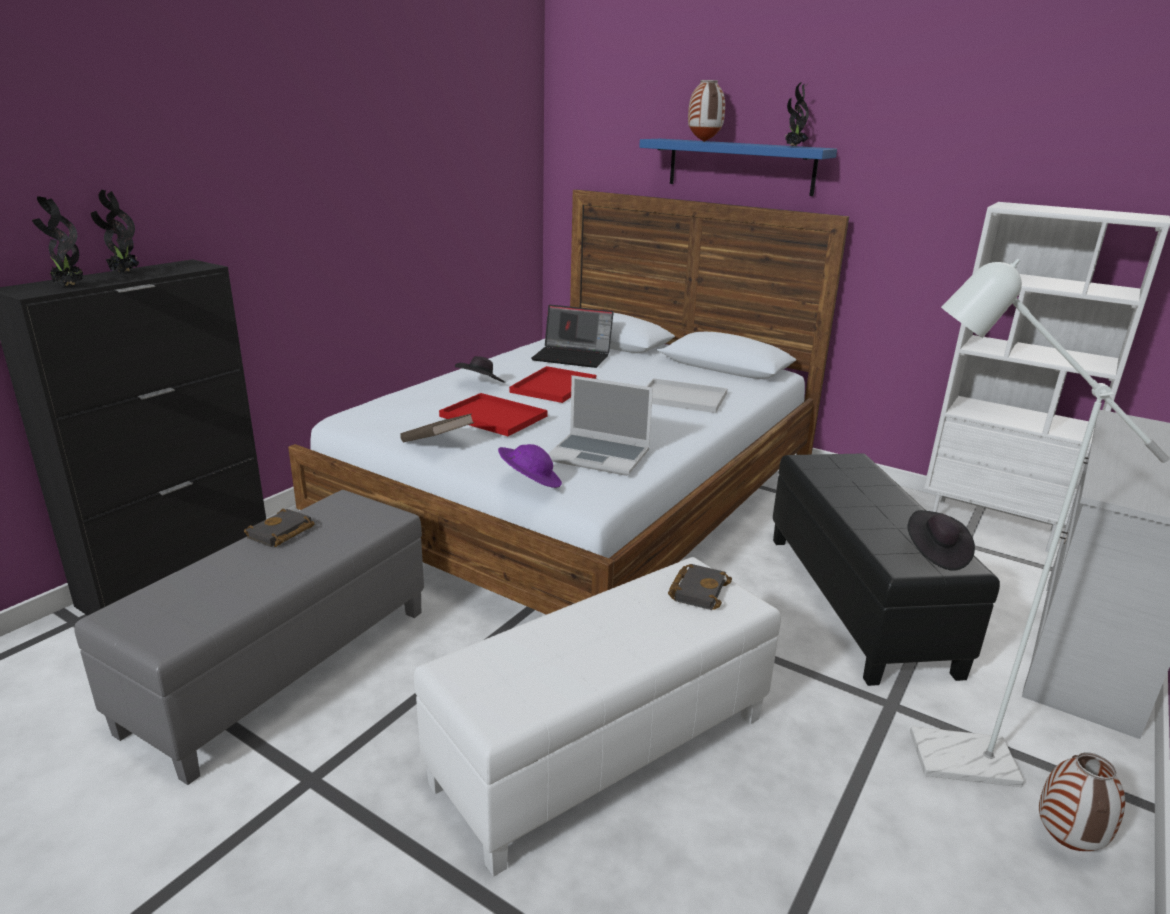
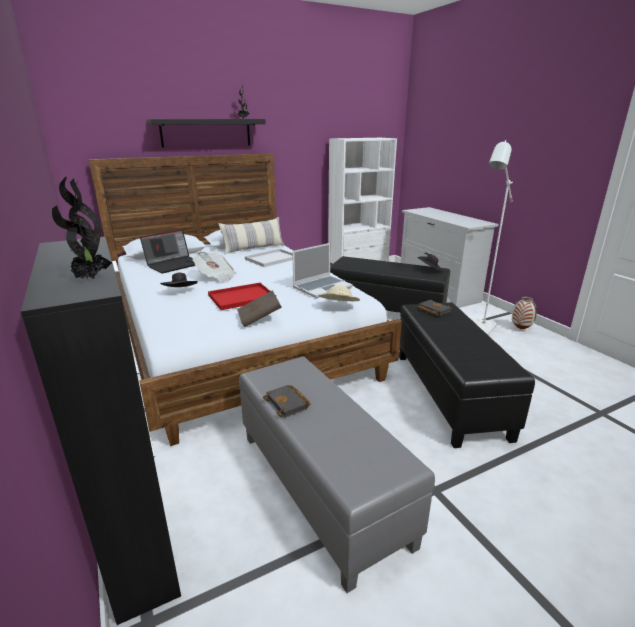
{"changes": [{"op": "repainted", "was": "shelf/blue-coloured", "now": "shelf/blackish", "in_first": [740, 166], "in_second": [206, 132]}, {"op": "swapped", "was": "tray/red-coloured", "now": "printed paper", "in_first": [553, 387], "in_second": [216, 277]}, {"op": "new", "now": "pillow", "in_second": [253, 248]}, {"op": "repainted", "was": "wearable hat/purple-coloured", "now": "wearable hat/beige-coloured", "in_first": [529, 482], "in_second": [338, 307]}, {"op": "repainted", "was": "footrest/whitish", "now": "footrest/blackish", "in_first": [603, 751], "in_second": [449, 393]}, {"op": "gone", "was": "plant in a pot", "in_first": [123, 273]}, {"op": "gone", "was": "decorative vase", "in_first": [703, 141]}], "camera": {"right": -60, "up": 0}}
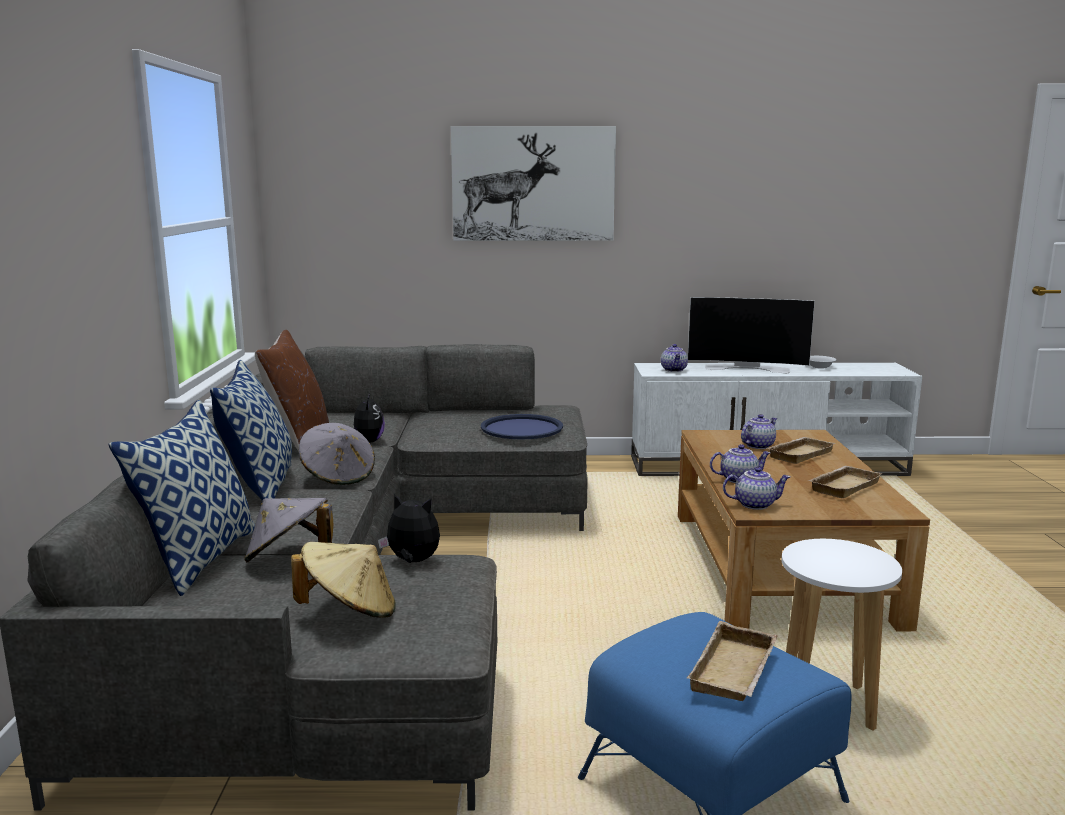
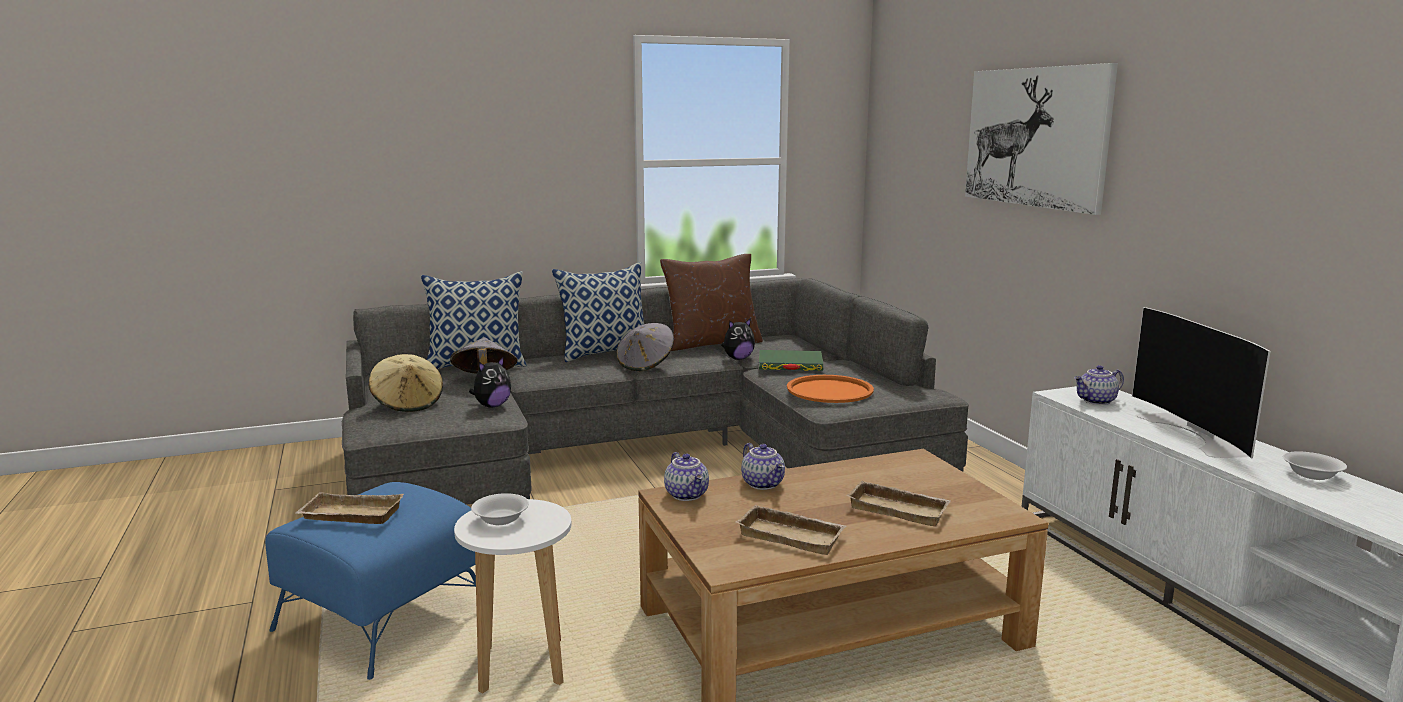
{"changes": [{"op": "rotated", "was": "plush toy", "in_first": [412, 561], "in_second": [492, 406], "clockwise": 45}, {"op": "new", "now": "bowl/whitish", "in_second": [501, 519]}, {"op": "new", "now": "book/greenish", "in_second": [790, 364]}, {"op": "repainted", "was": "tray/blue-coloured", "now": "tray/orangey", "in_first": [521, 428], "in_second": [829, 390]}, {"op": "gone", "was": "pot for tea", "in_first": [757, 445]}], "camera": {"right": 70, "up": 0}}
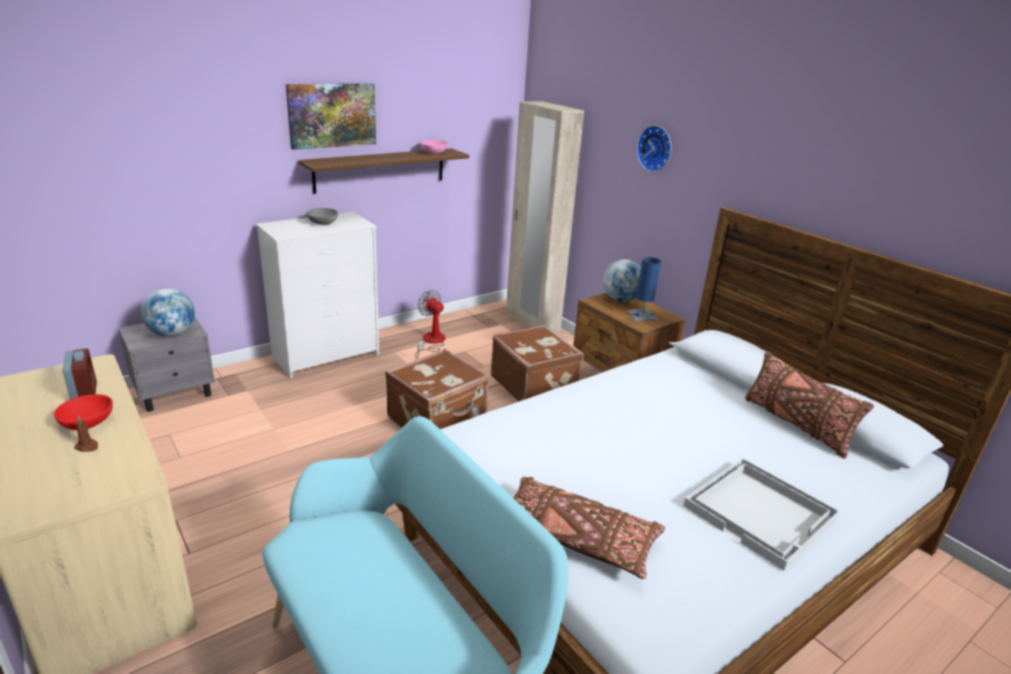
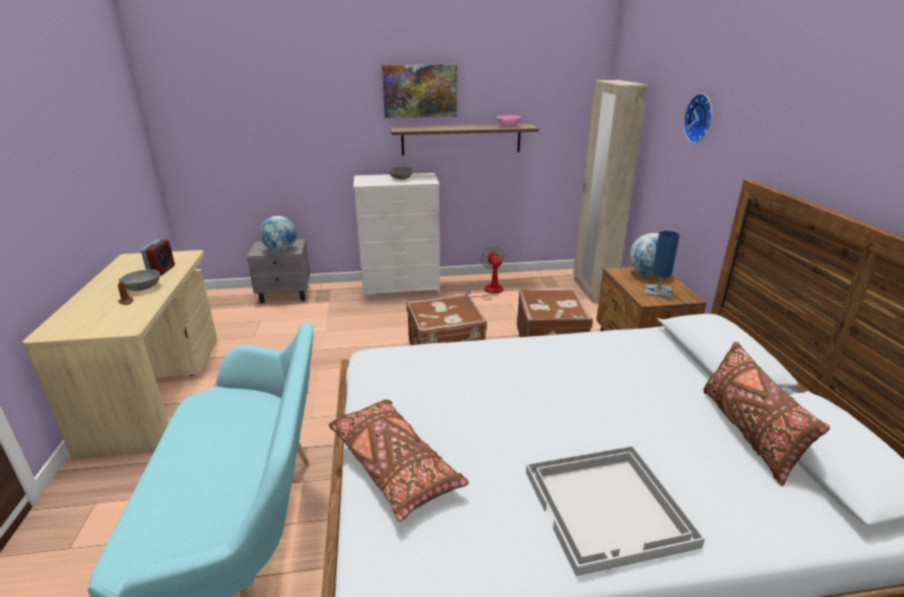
{"changes": [{"op": "repainted", "was": "bowl/red-coloured", "now": "bowl/gray", "in_first": [87, 422], "in_second": [142, 287]}], "camera": {"right": 30, "up": 0}}
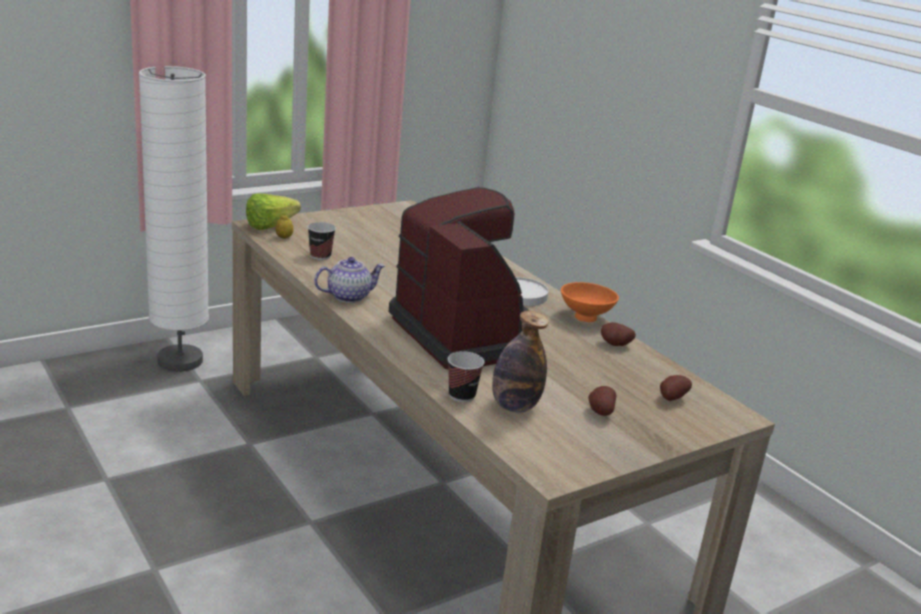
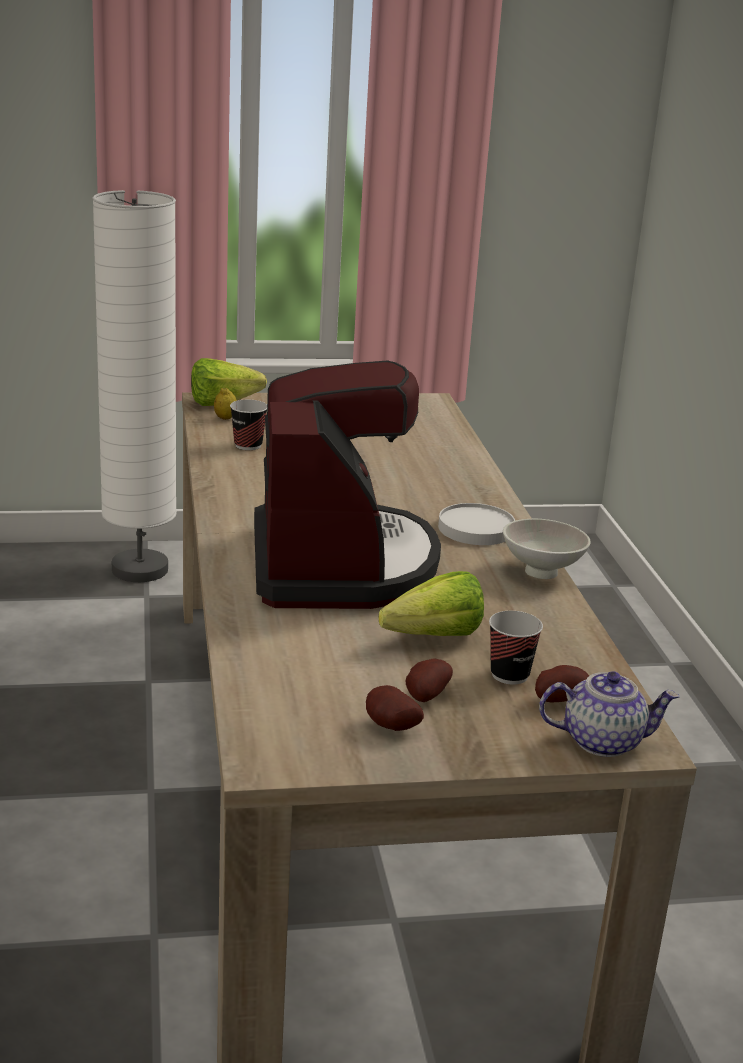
{"changes": [{"op": "shifted", "was": "spud", "in_first": [615, 345], "in_second": [390, 727]}, {"op": "new", "now": "head of lettuce", "in_second": [425, 638]}, {"op": "shifted", "was": "small cup", "in_first": [462, 395], "in_second": [509, 675]}, {"op": "repainted", "was": "bowl/orangey", "now": "bowl/whitish", "in_first": [584, 317], "in_second": [540, 571]}, {"op": "shifted", "was": "pot for tea", "in_first": [349, 296], "in_second": [603, 741]}, {"op": "gone", "was": "beverage bottle", "in_first": [514, 406]}], "camera": {"right": 25, "up": 0}}
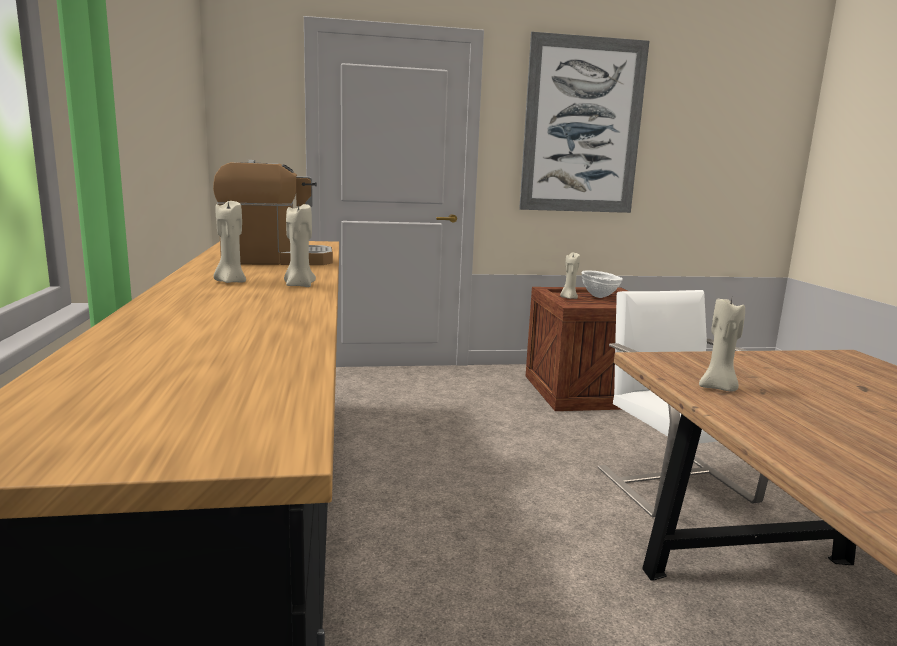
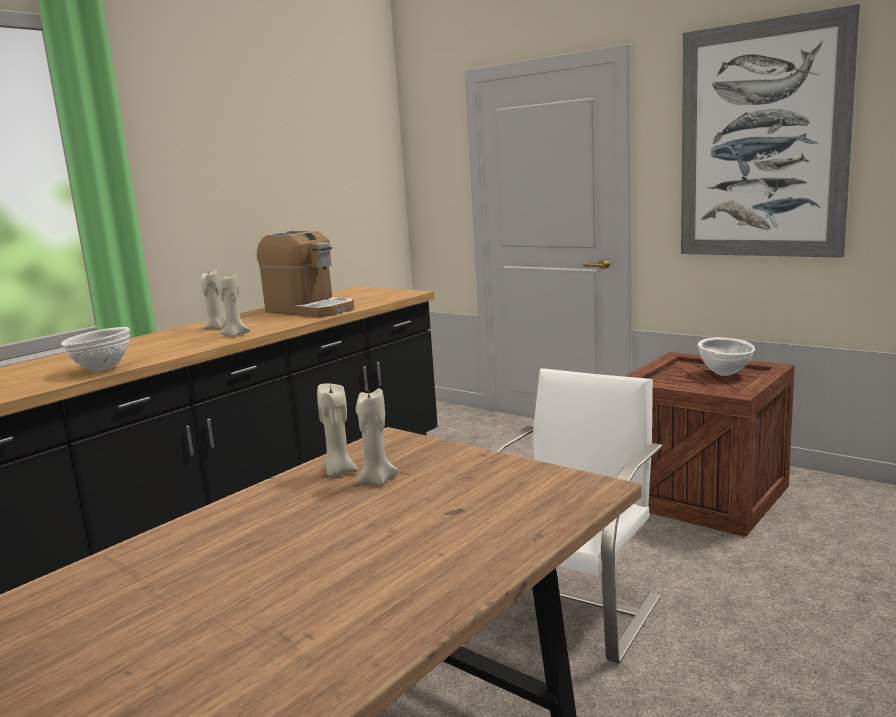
{"changes": [{"op": "new", "now": "bowl/whitish", "in_second": [102, 370]}, {"op": "shifted", "was": "wax candle/beige-coloured", "in_first": [568, 298], "in_second": [376, 480]}], "camera": {"right": 50, "up": 0}}
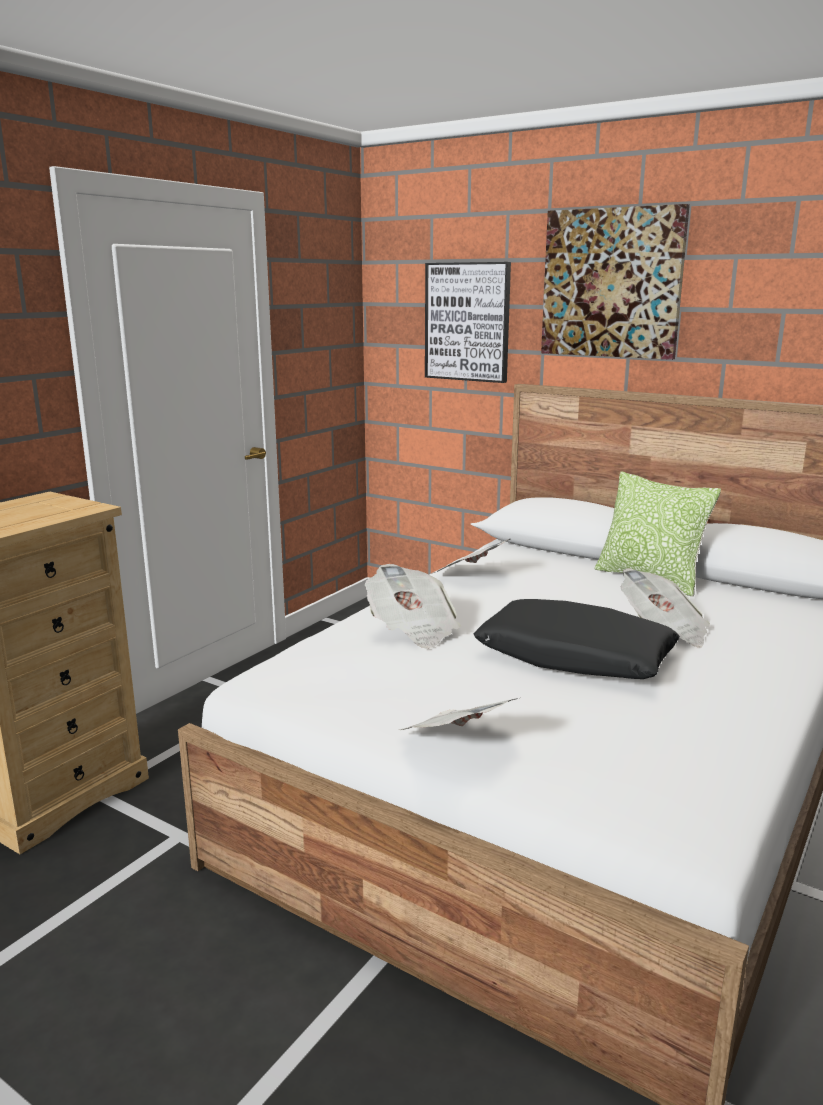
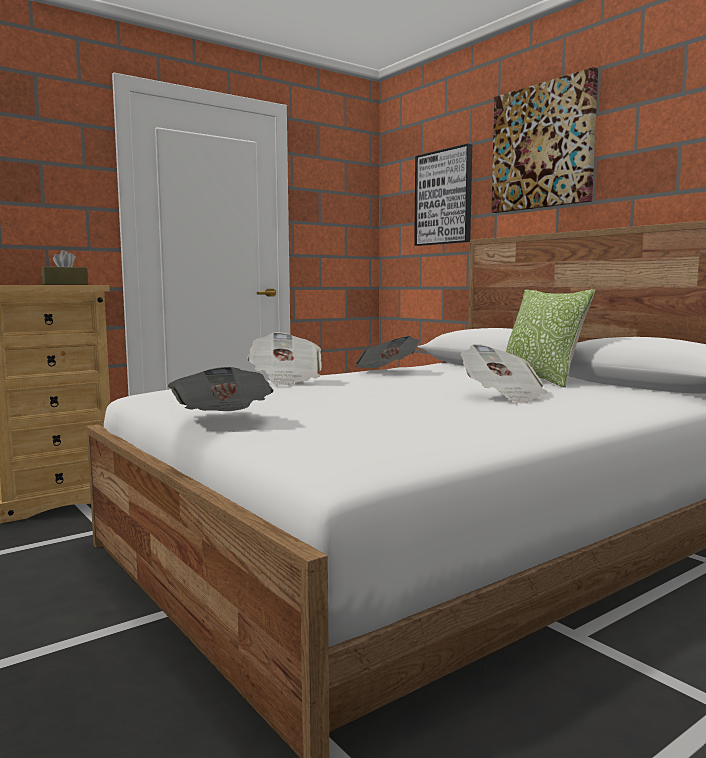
{"changes": [{"op": "new", "now": "box of tissues/brown", "in_second": [65, 284]}, {"op": "gone", "was": "pillow/blackish", "in_first": [575, 657]}], "camera": {"right": 20, "up": -10}}
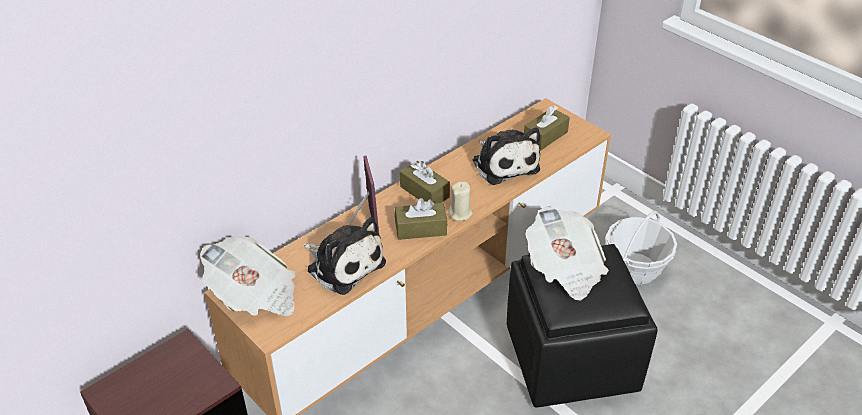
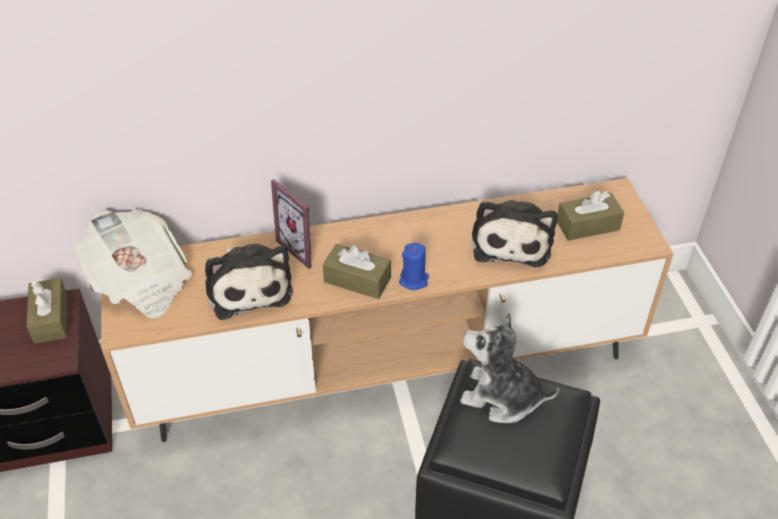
{"changes": [{"op": "shifted", "was": "box of tissues/brown", "in_first": [424, 192], "in_second": [51, 318]}, {"op": "rotated", "was": "photo frame", "in_first": [362, 222], "in_second": [304, 247], "clockwise": 120}, {"op": "repainted", "was": "wax candle/beige-coloured", "now": "wax candle/blue-coloured", "in_first": [460, 214], "in_second": [414, 280]}, {"op": "swapped", "was": "printed paper", "now": "plush toy", "in_first": [565, 269], "in_second": [501, 397]}, {"op": "gone", "was": "household basket", "in_first": [635, 268]}], "camera": {"right": 30, "up": 5}}
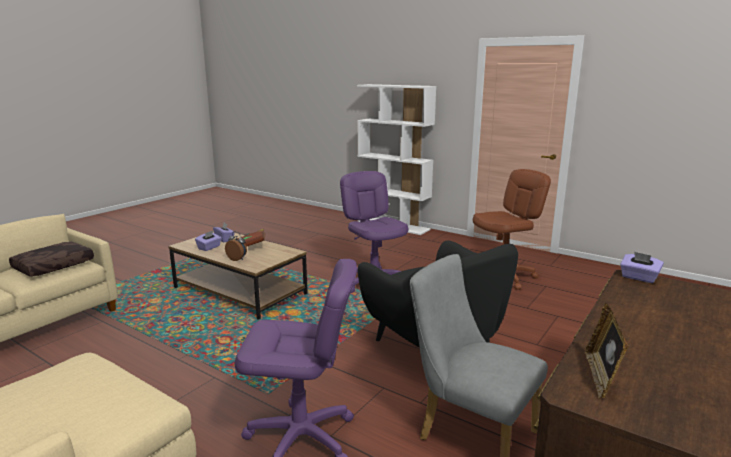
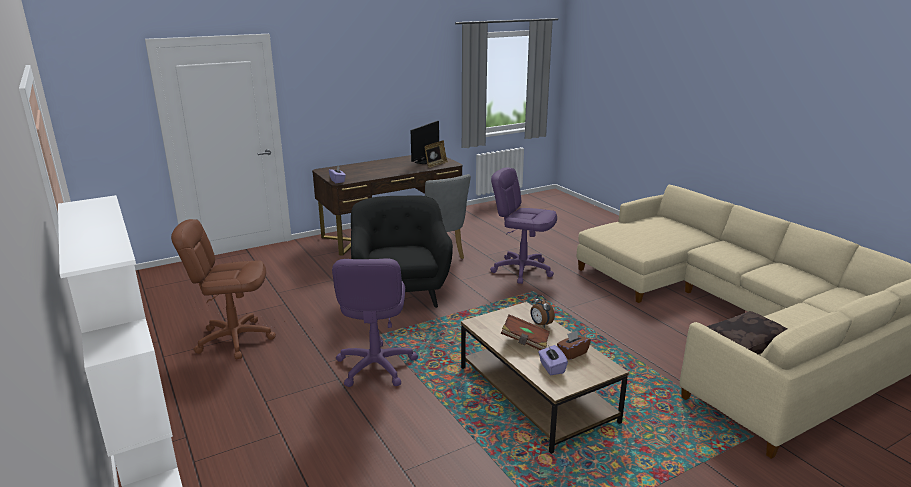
{"changes": [{"op": "new", "now": "computer display", "in_second": [424, 161]}, {"op": "repainted", "was": "box of tissues/purple-coloured", "now": "box of tissues/brown", "in_first": [209, 247], "in_second": [572, 353]}], "camera": {"right": -155, "up": 5}}
